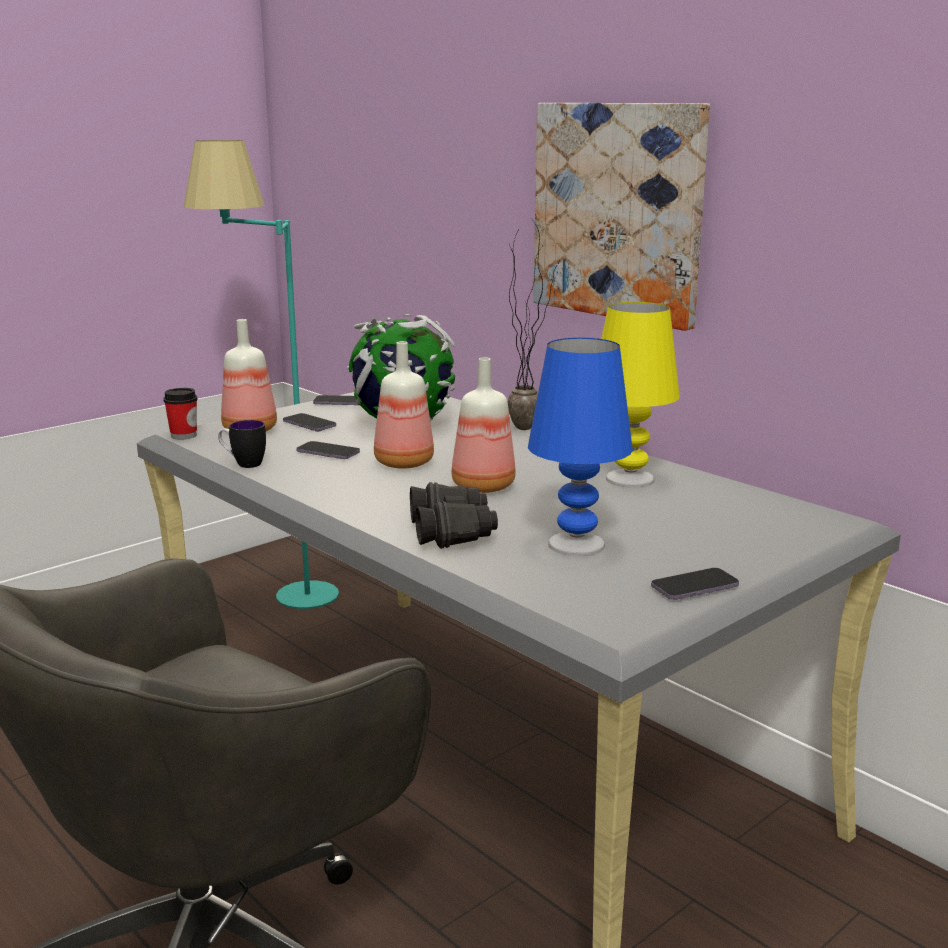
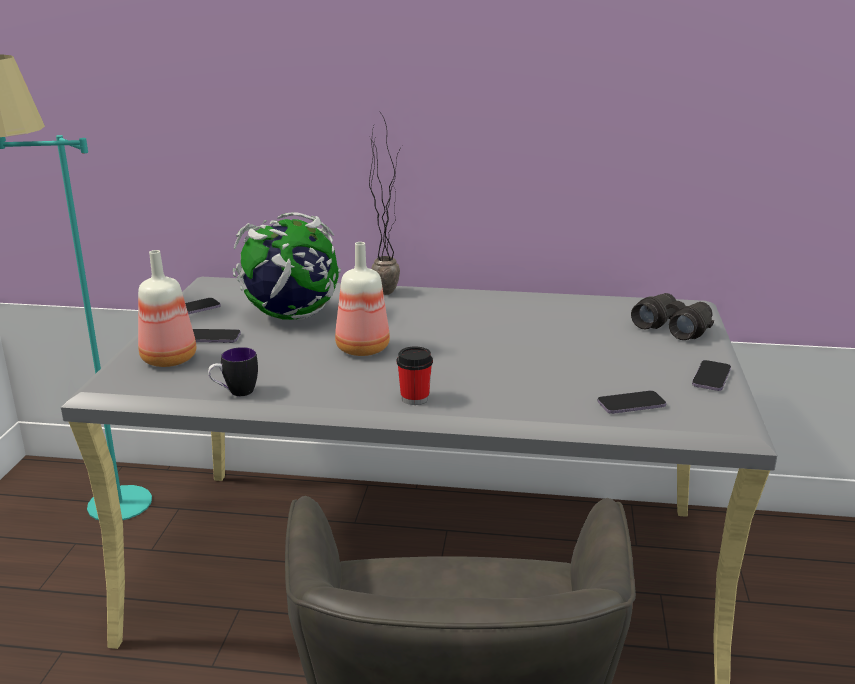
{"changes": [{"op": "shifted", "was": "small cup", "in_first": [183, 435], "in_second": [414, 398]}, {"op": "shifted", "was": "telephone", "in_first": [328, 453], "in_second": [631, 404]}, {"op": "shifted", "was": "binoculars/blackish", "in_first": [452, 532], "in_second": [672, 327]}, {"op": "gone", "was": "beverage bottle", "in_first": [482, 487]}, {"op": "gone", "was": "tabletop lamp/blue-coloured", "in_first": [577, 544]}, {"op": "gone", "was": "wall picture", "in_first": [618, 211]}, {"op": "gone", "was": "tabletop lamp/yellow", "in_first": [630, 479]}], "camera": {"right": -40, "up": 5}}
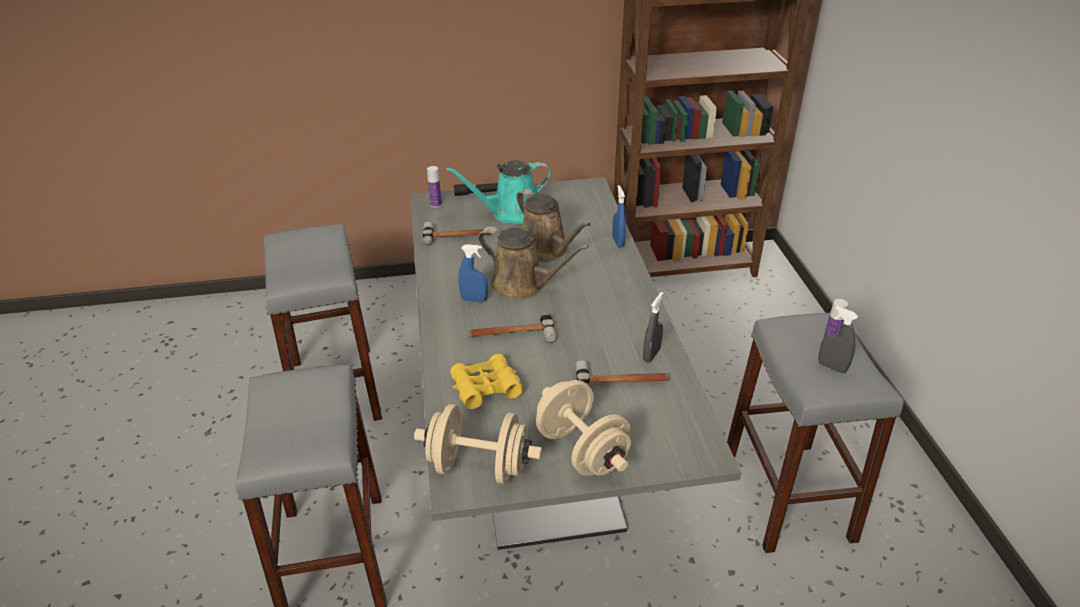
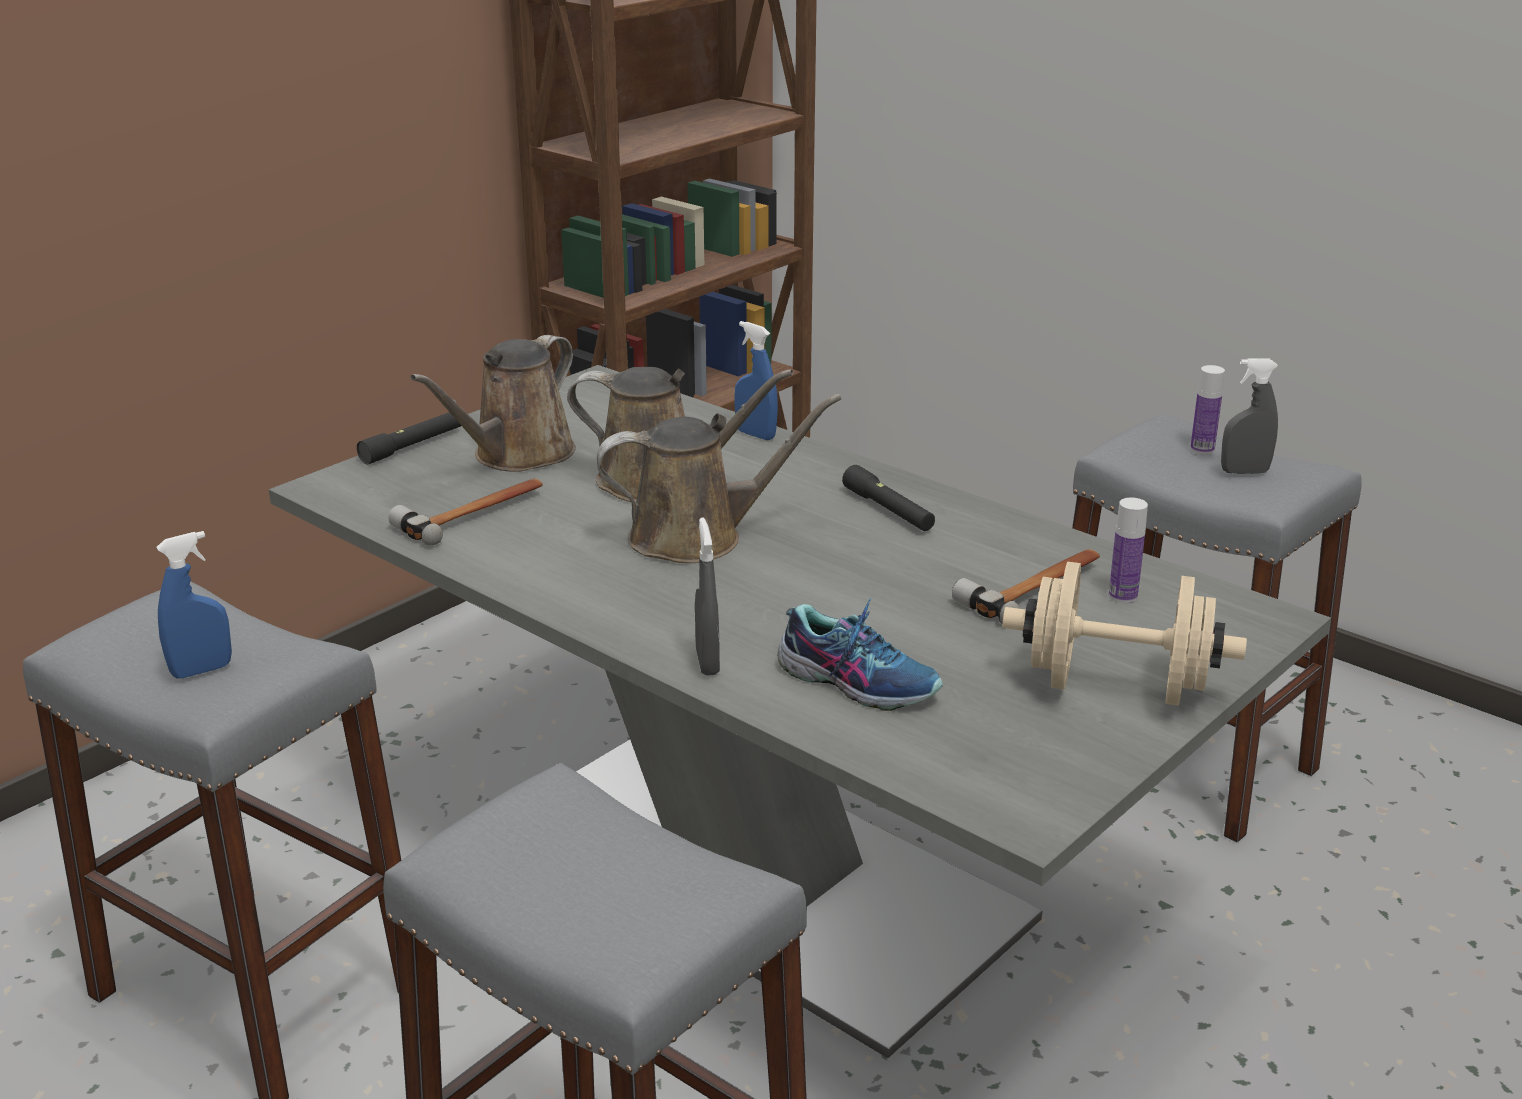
{"changes": [{"op": "shifted", "was": "hand sprayer/blue-coloured", "in_first": [474, 300], "in_second": [202, 670]}, {"op": "repainted", "was": "watering can/blue-green", "now": "watering can/brown", "in_first": [511, 213], "in_second": [517, 455]}, {"op": "shifted", "was": "hand sprayer/gray", "in_first": [651, 355], "in_second": [707, 662]}, {"op": "swapped", "was": "binoculars/yellow", "now": "shoe", "in_first": [485, 387], "in_second": [858, 681]}, {"op": "new", "now": "hand torch/blackish", "in_second": [888, 510]}, {"op": "shifted", "was": "beverage bottle", "in_first": [436, 205], "in_second": [1123, 596]}, {"op": "gone", "was": "hand weight/beige-coloured", "in_first": [479, 466]}, {"op": "gone", "was": "tool hammer", "in_first": [511, 335]}], "camera": {"right": -40, "up": -10}}
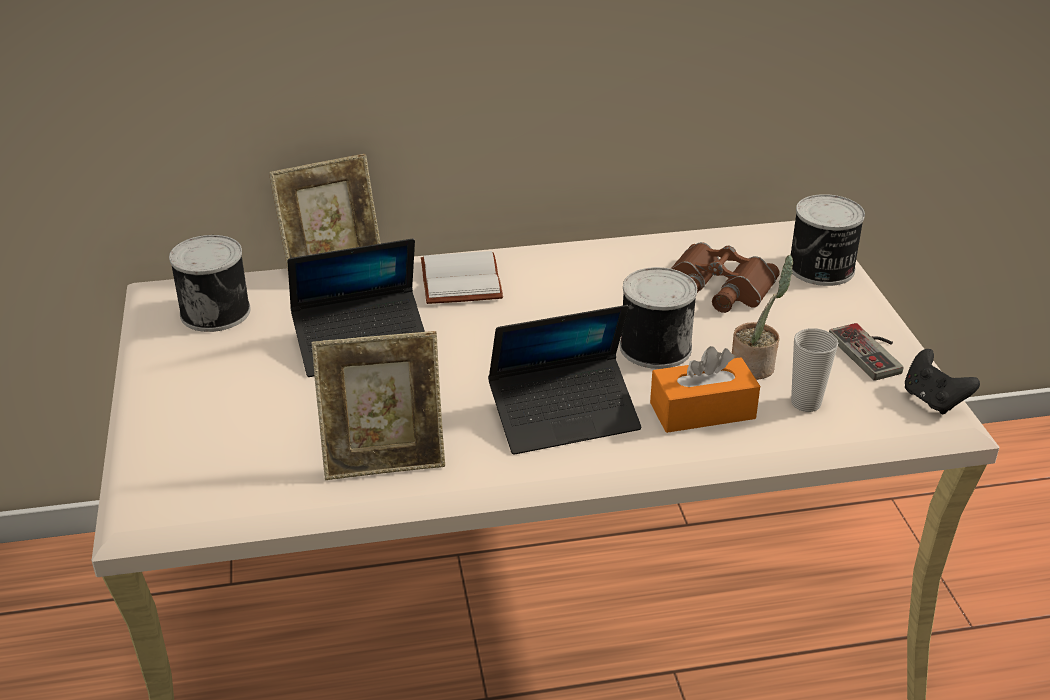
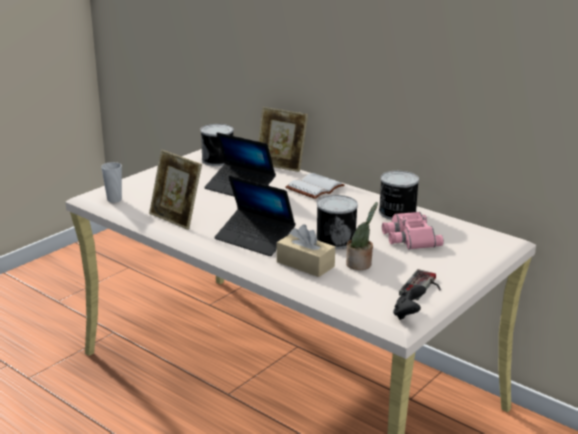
{"changes": [{"op": "shifted", "was": "small cup", "in_first": [806, 403], "in_second": [114, 200]}, {"op": "repainted", "was": "box of tissues/orangey", "now": "box of tissues/beige-coloured", "in_first": [702, 411], "in_second": [305, 264]}, {"op": "shifted", "was": "metal can", "in_first": [821, 269], "in_second": [396, 212]}, {"op": "repainted", "was": "binoculars/brown", "now": "binoculars/pink-coloured", "in_first": [717, 288], "in_second": [409, 237]}], "camera": {"right": 50, "up": -10}}
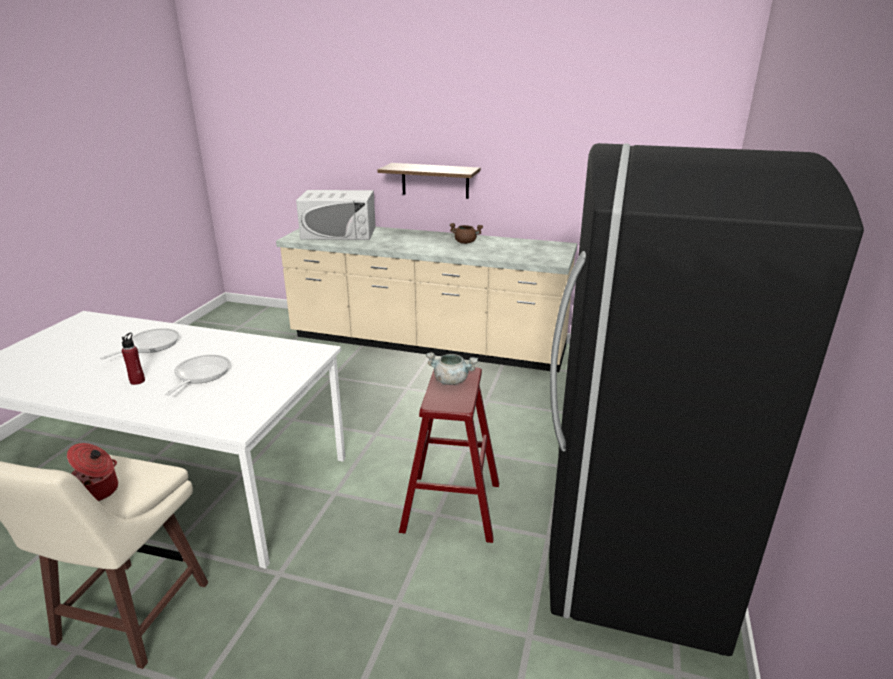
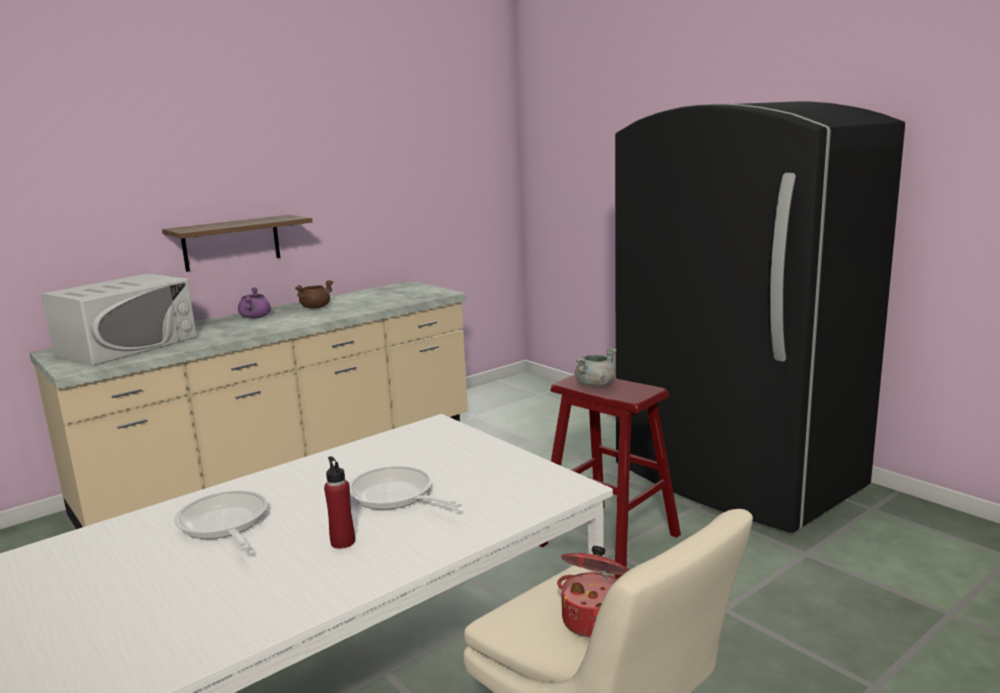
{"changes": [{"op": "new", "now": "cooking pot/purple-coloured", "in_second": [255, 317]}], "camera": {"right": -55, "up": -10}}
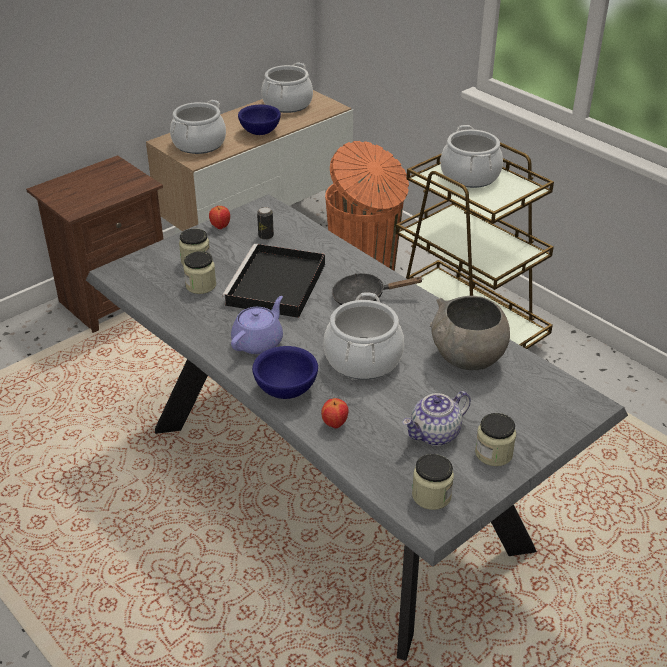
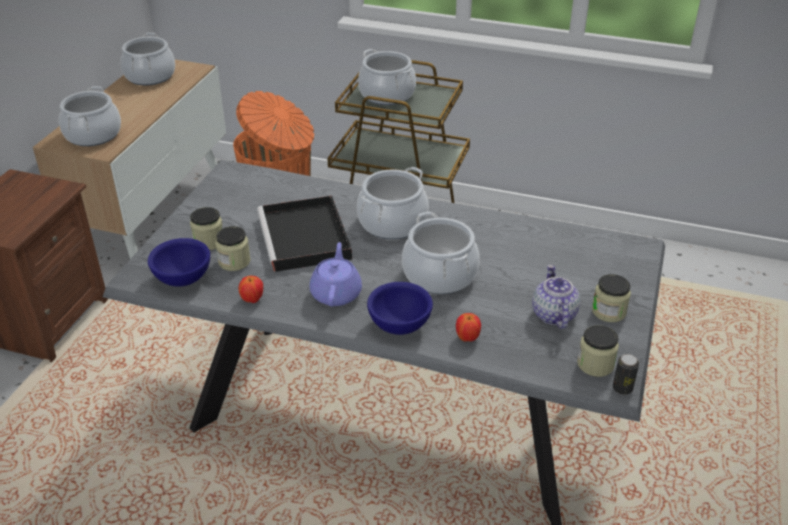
{"changes": [{"op": "shifted", "was": "bowl/blue-coloured", "in_first": [260, 132], "in_second": [184, 279]}, {"op": "shifted", "was": "apple fruit", "in_first": [220, 227], "in_second": [252, 300]}, {"op": "swapped", "was": "skillet/blackish", "now": "cooking pot", "in_first": [364, 297], "in_second": [392, 222]}, {"op": "rotated", "was": "pot for tea", "in_first": [435, 434], "in_second": [553, 314], "clockwise": 150}, {"op": "shifted", "was": "metal can", "in_first": [266, 236], "in_second": [622, 388]}, {"op": "gone", "was": "bowl/gray", "in_first": [467, 359]}], "camera": {"right": -30, "up": 0}}
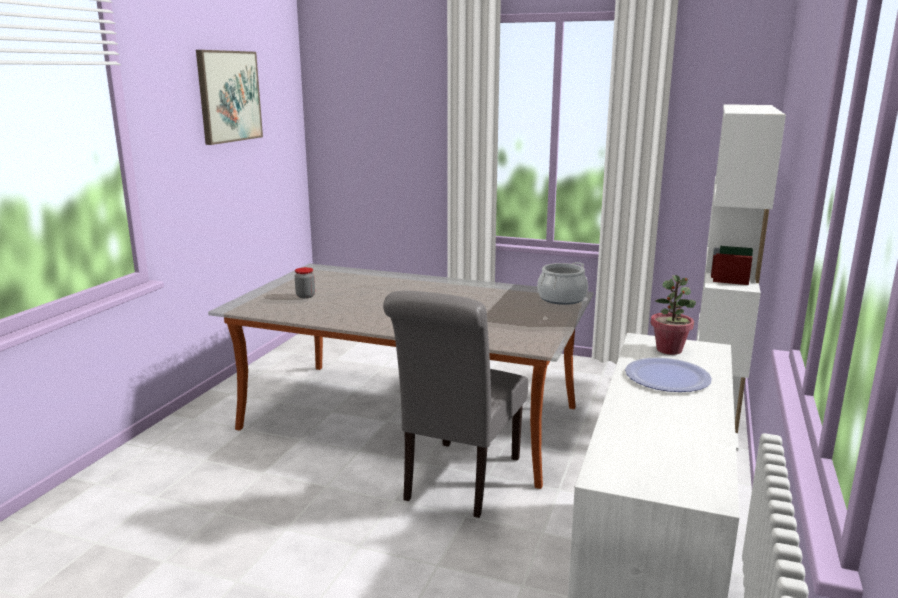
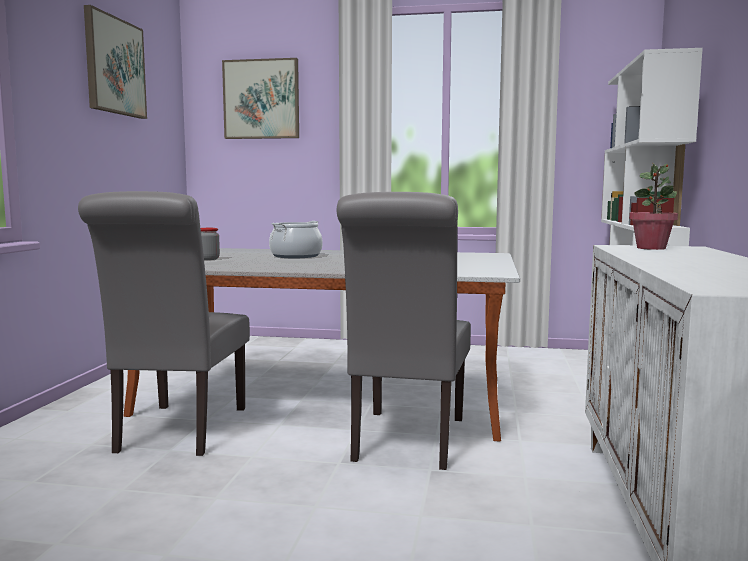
{"changes": [{"op": "new", "now": "plain chair/gray", "in_second": [178, 432]}, {"op": "new", "now": "wall picture", "in_second": [261, 99]}, {"op": "shifted", "was": "cooking pot", "in_first": [562, 298], "in_second": [296, 256]}, {"op": "gone", "was": "dinner plate", "in_first": [667, 377]}], "camera": {"right": -10, "up": -10}}
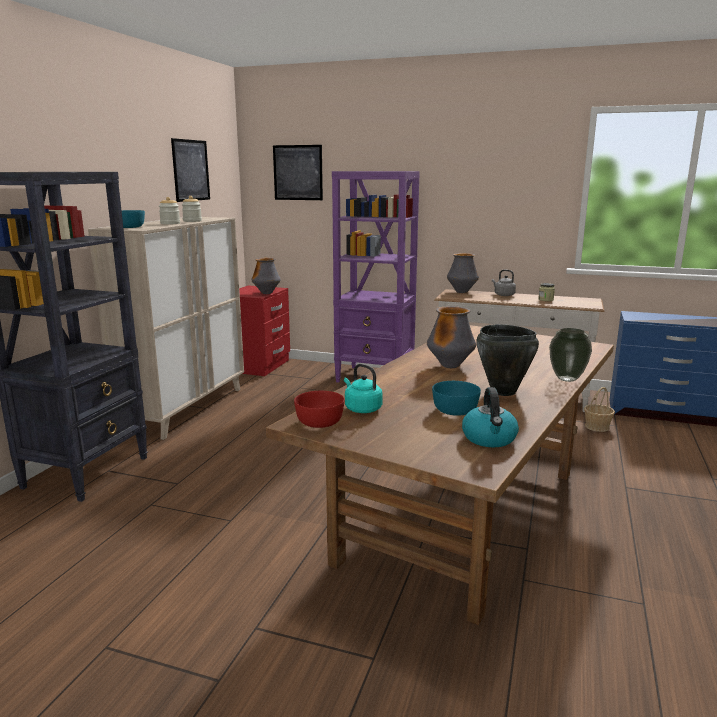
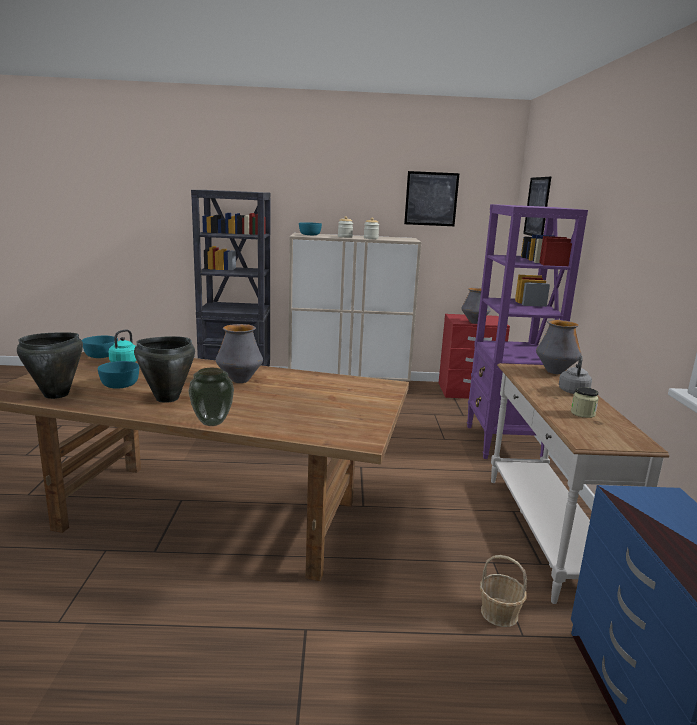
{"changes": [{"op": "swapped", "was": "tea kettle", "now": "cooking pot/blackish", "in_first": [489, 439], "in_second": [56, 395]}, {"op": "repainted", "was": "bowl/red-coloured", "now": "bowl/blue-green", "in_first": [319, 422], "in_second": [101, 355]}], "camera": {"right": 70, "up": 0}}
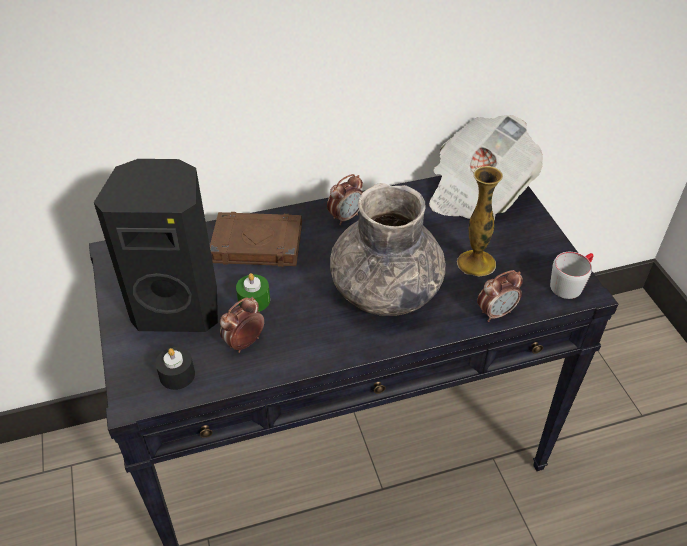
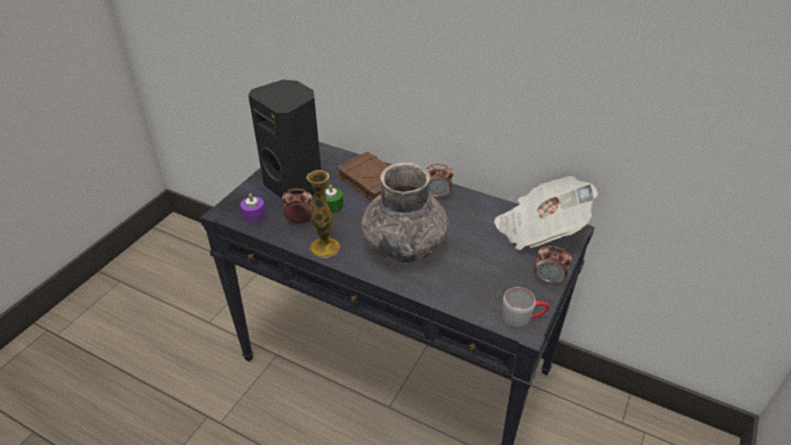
{"changes": [{"op": "repainted", "was": "wax candle/blackish", "now": "wax candle/purple-coloured", "in_first": [177, 375], "in_second": [254, 215]}, {"op": "shifted", "was": "decorative vase", "in_first": [476, 263], "in_second": [325, 247]}, {"op": "shifted", "was": "table clock", "in_first": [496, 313], "in_second": [548, 280]}], "camera": {"right": 45, "up": -5}}
